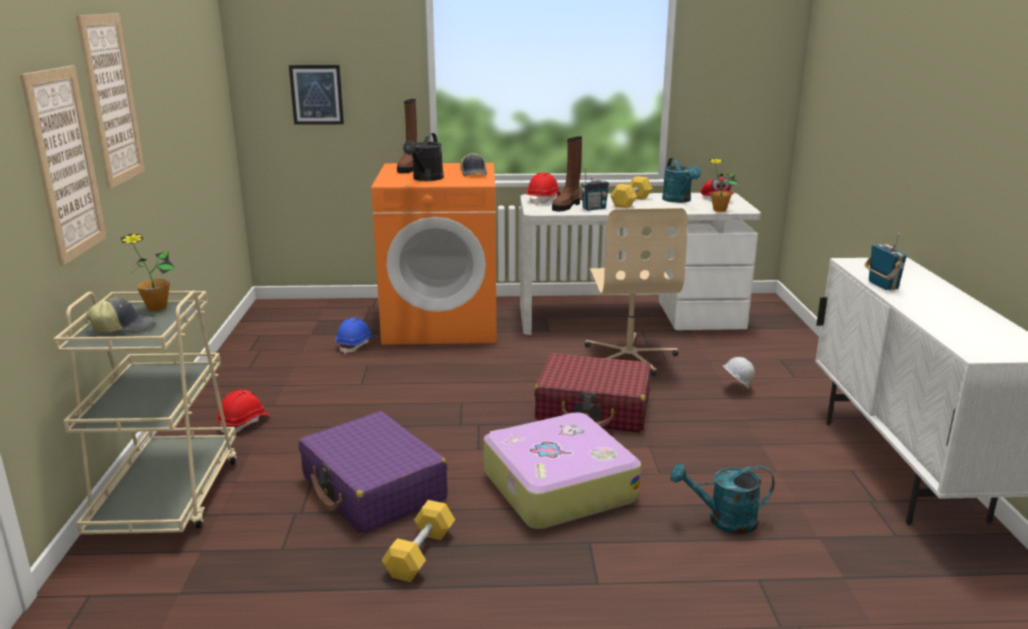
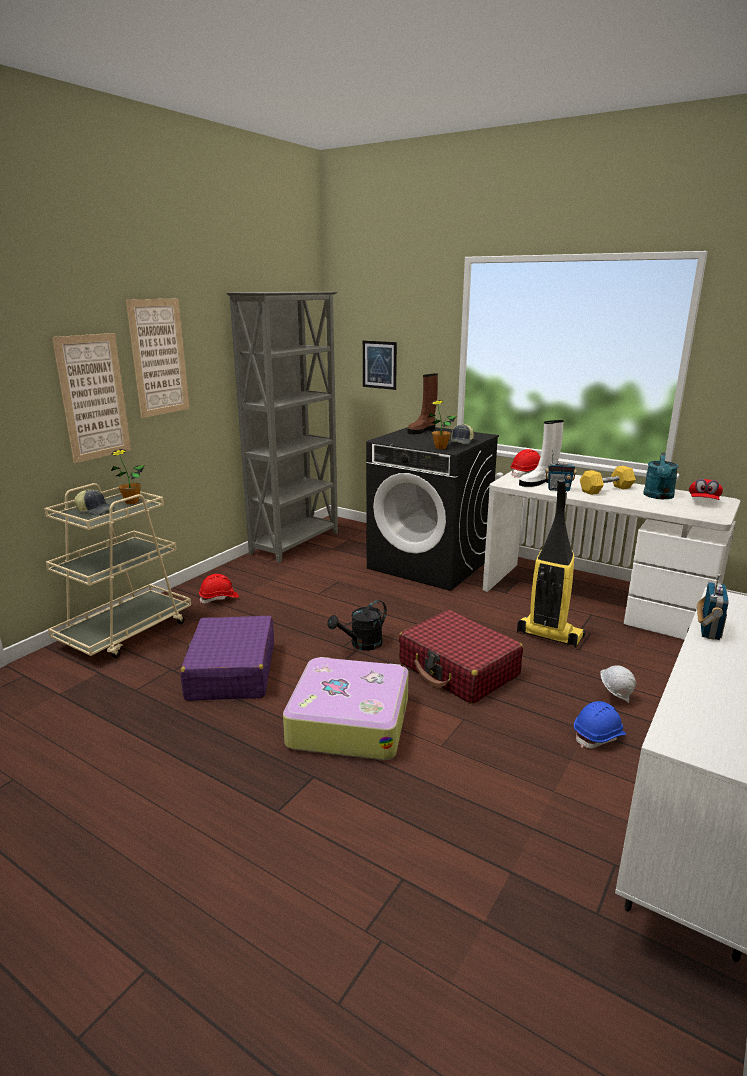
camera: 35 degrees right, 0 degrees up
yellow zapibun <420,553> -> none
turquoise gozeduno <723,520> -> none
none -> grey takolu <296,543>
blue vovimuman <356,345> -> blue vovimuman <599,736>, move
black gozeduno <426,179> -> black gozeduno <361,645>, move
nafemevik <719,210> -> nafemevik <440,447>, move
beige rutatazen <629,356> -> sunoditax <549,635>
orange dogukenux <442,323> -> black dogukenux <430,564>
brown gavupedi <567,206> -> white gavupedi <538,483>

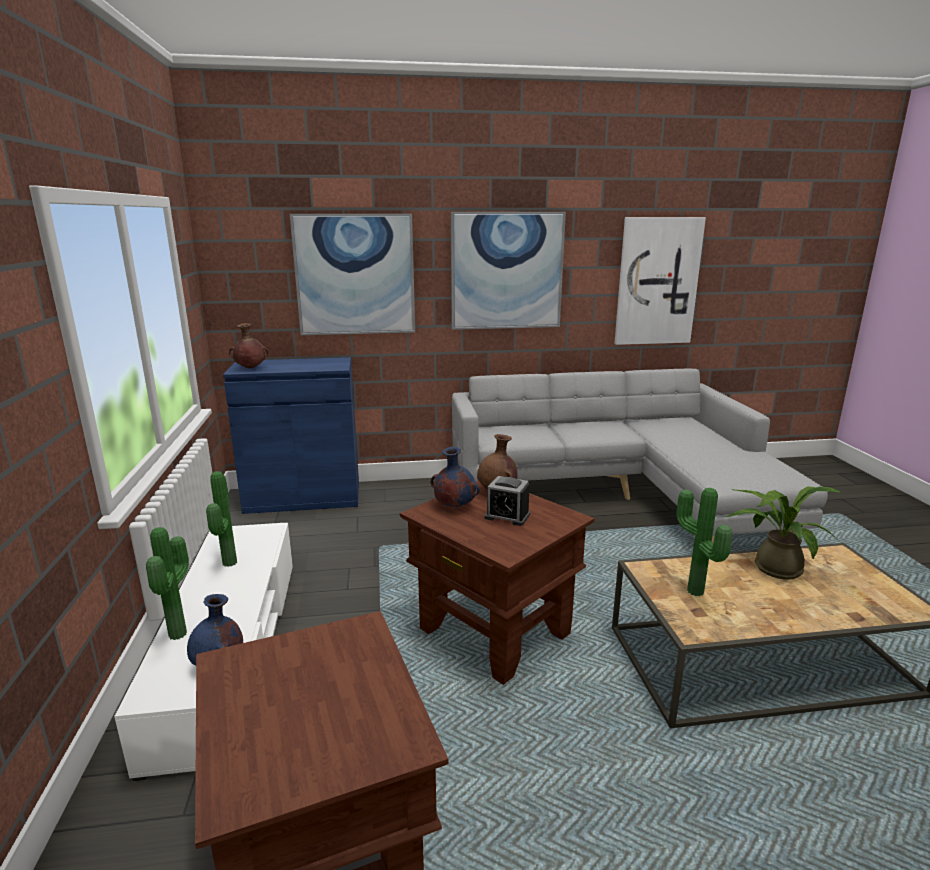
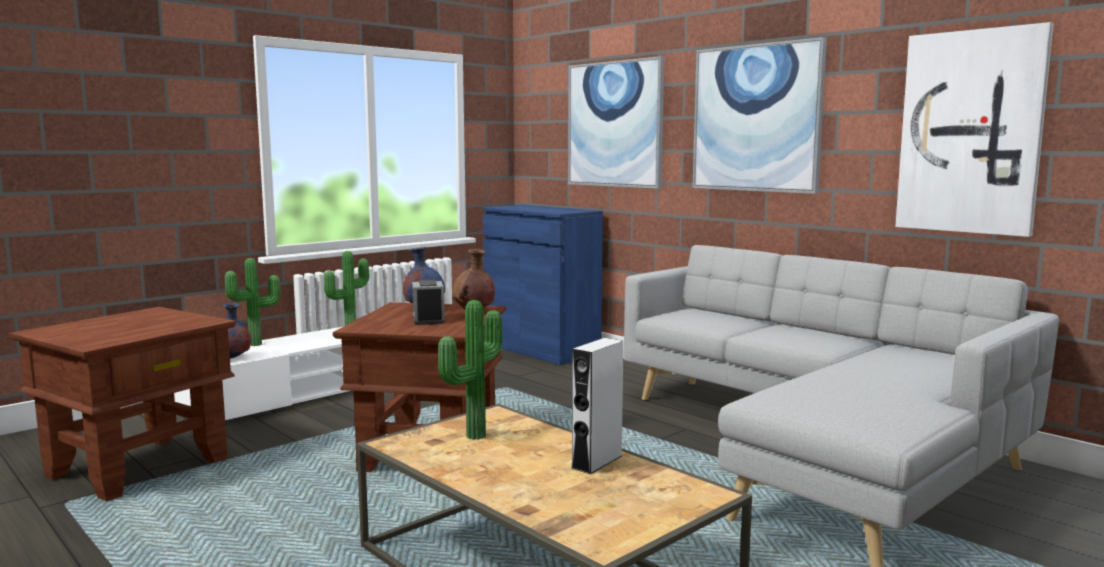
camera: 55 degrees right, 10 degrees down
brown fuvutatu <250,368> -> none
nafemevik <773,566> -> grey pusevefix <597,462>

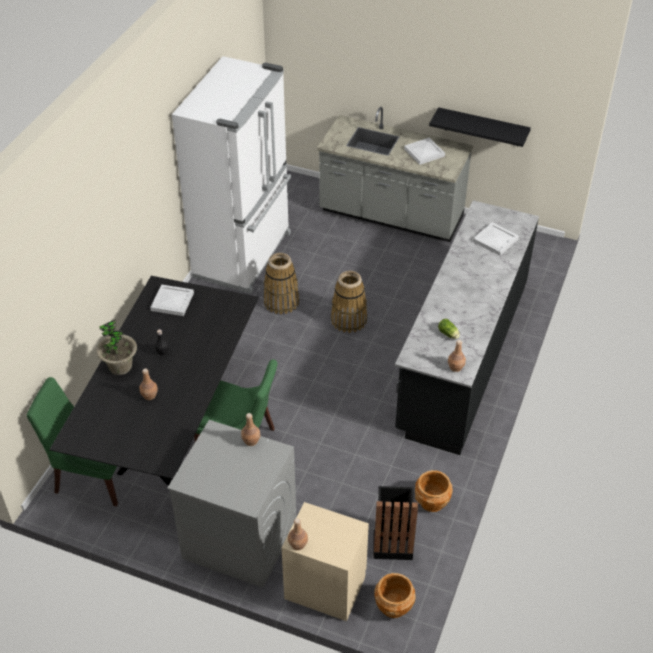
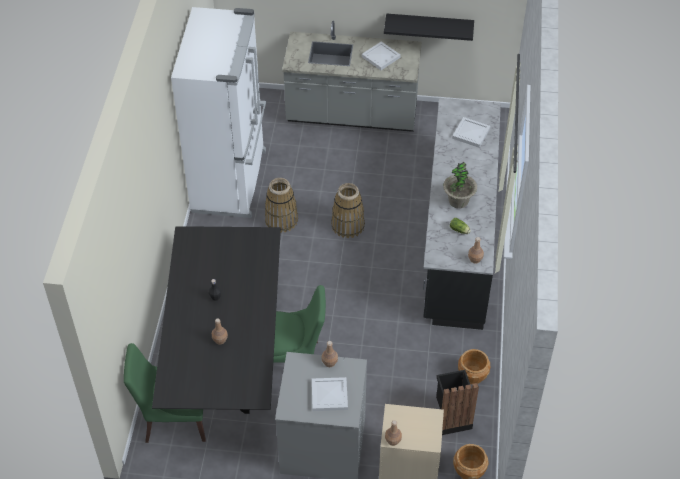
camera: 15 degrees left, 5 degrees up
nafemevik <120,366> -> nafemevik <458,201>, move
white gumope <173,302> -> white gumope <330,395>, move

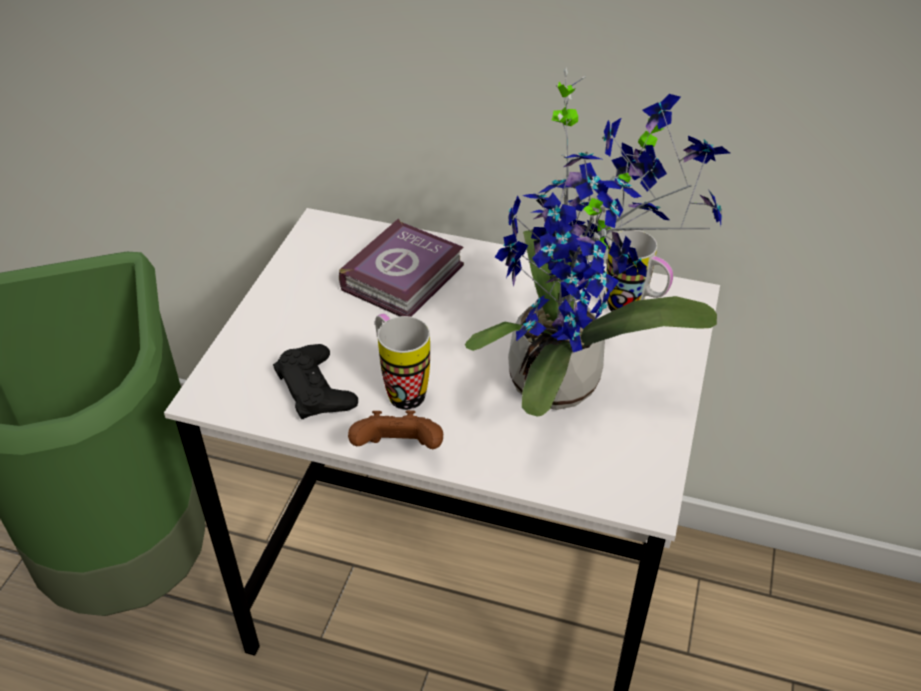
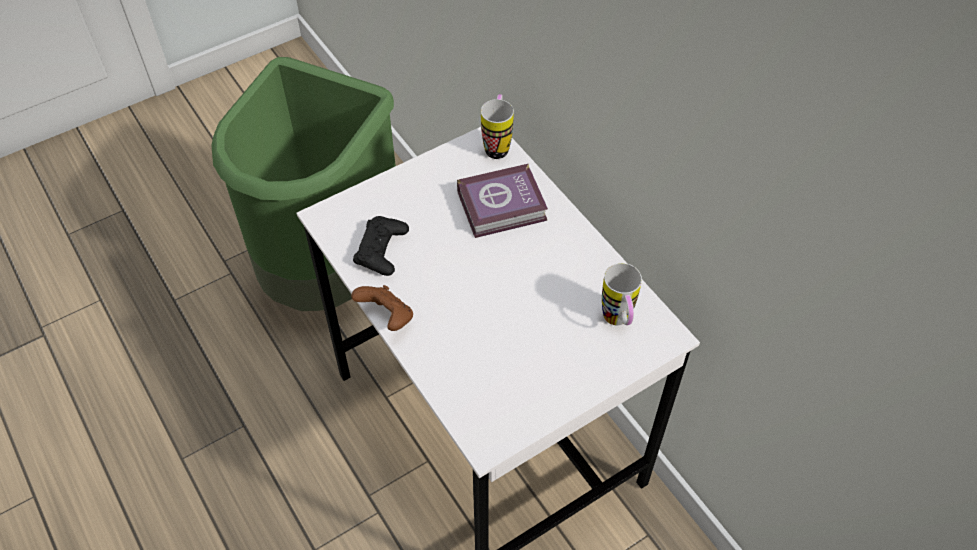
camera: 40 degrees right, 10 degrees up
nafemevik <566,379> -> none
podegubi <400,389> -> podegubi <497,145>, move

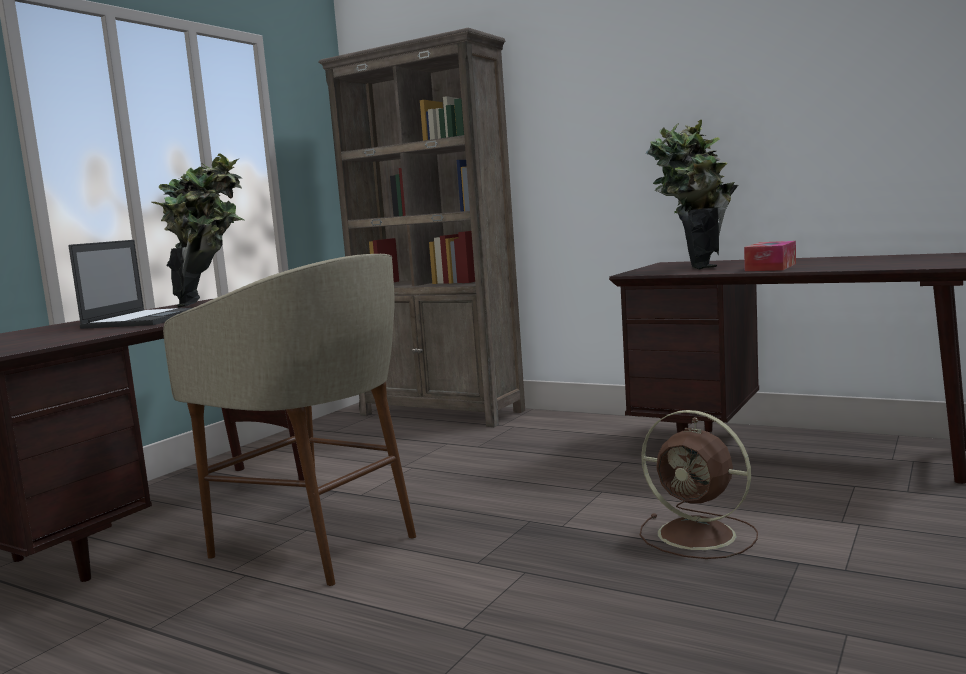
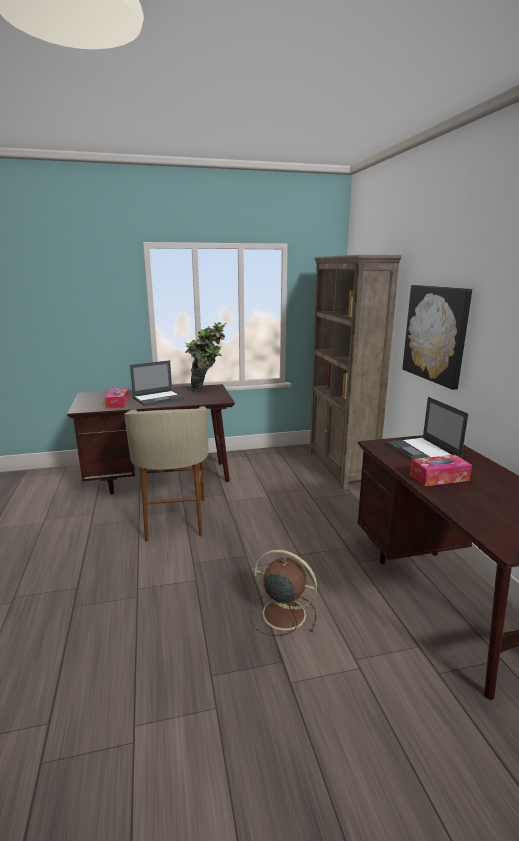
camera: 45 degrees right, 10 degrees up
none -> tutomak <118,403>
none -> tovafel <436,334>
nafemevik <695,267> -> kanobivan <423,452>
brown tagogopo <700,535> -> brown tagogopo <282,613>, 120 degrees clockwise

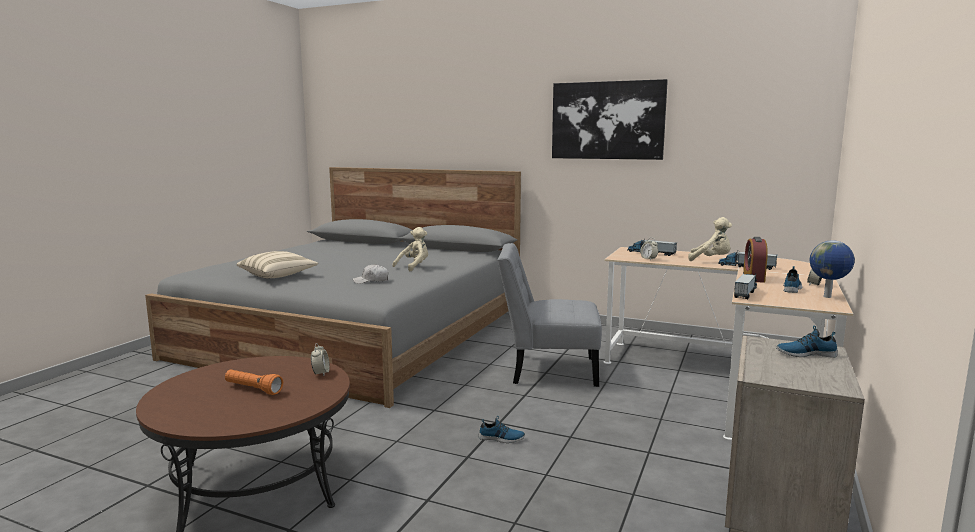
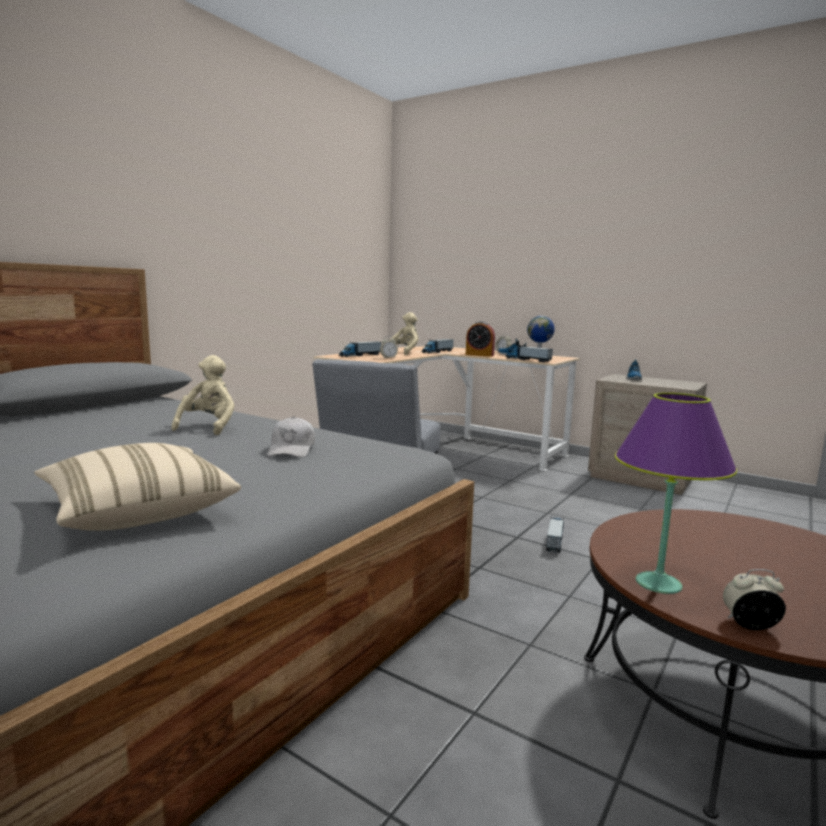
camera: 80 degrees left, 0 degrees up
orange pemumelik <253,389> -> none
tovafel <607,120> -> none
none -> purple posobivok <659,583>
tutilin <320,373> -> tutilin <750,625>, move
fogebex <501,438> -> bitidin <555,540>
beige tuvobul <414,267> -> beige tuvobul <208,427>, 45 degrees clockwise

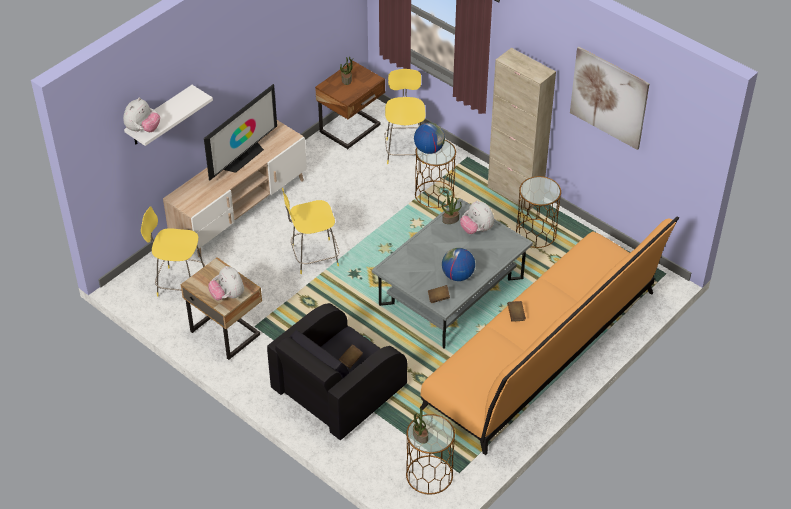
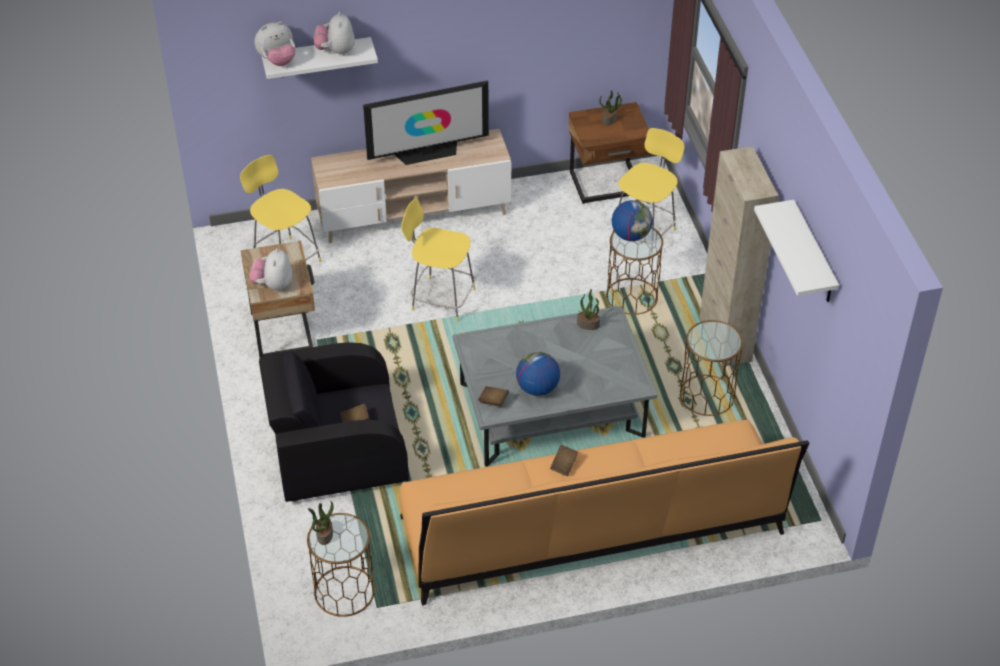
camera: 35 degrees right, 0 degrees up
tuvobul <476,229> -> tuvobul <336,51>, move
tovafel <609,97> -> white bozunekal <813,254>

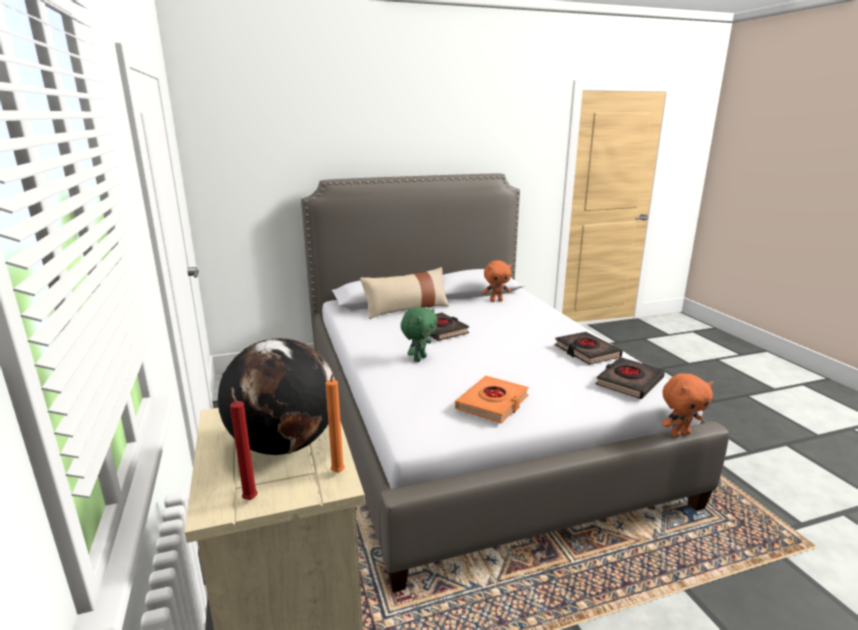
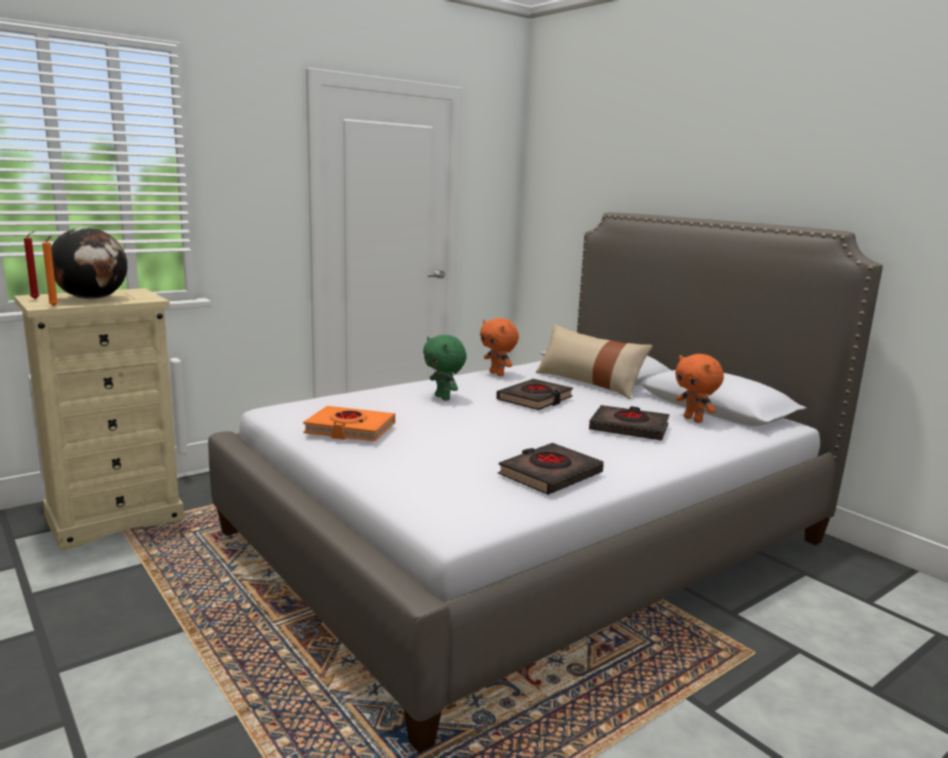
camera: 70 degrees right, 5 degrees down
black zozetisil <629,382> -> black zozetisil <629,428>, move
orange tuvobul <679,433> -> orange tuvobul <497,374>, move
green tuvobul <419,358> -> green tuvobul <443,398>, 45 degrees clockwise

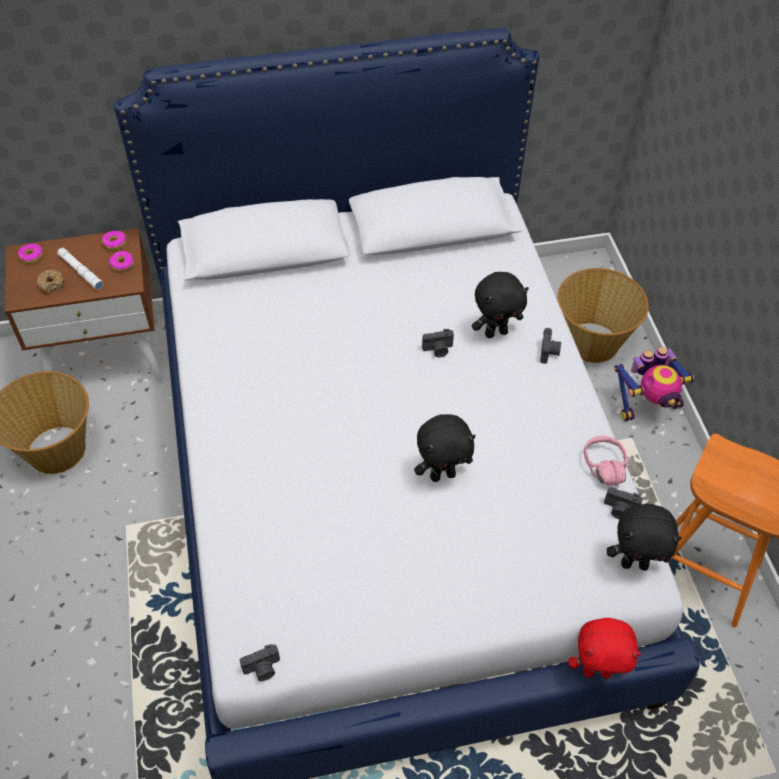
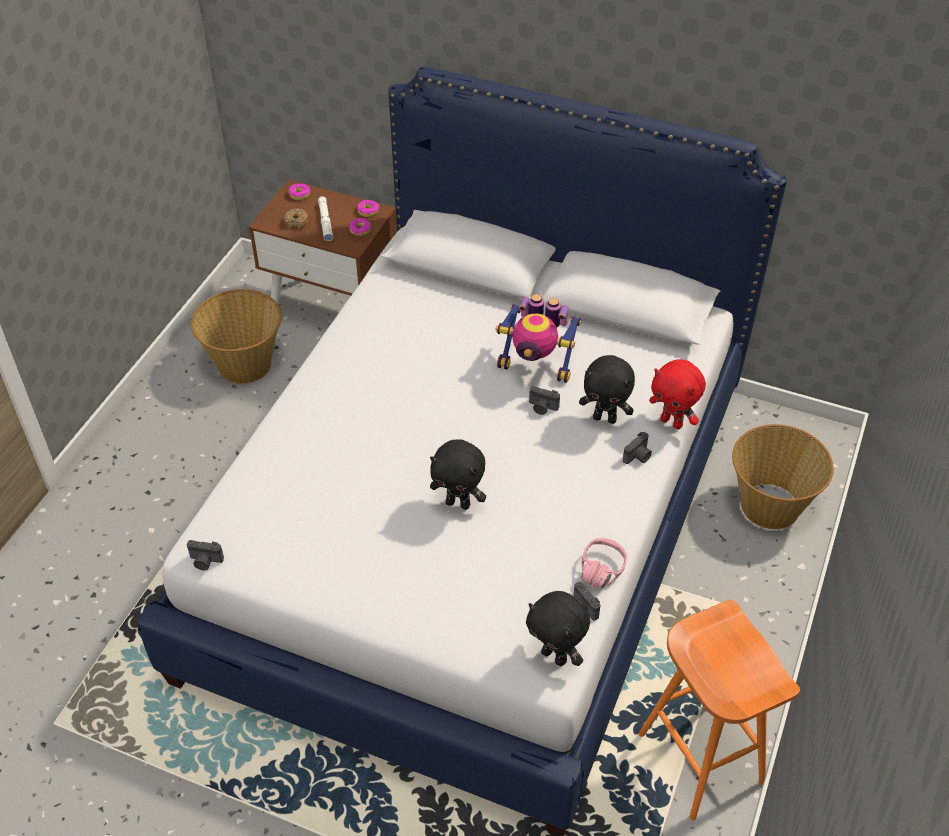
camera: 35 degrees right, 5 degrees down
red tuvobul <597,671> -> red tuvobul <672,422>, move
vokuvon <647,404> -> vokuvon <536,366>, move

